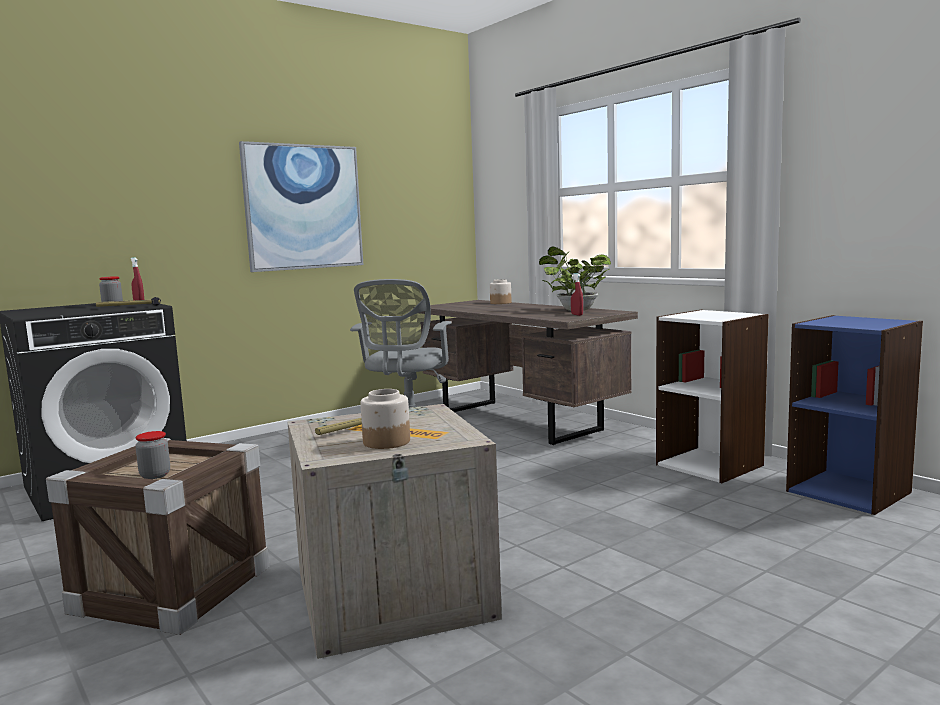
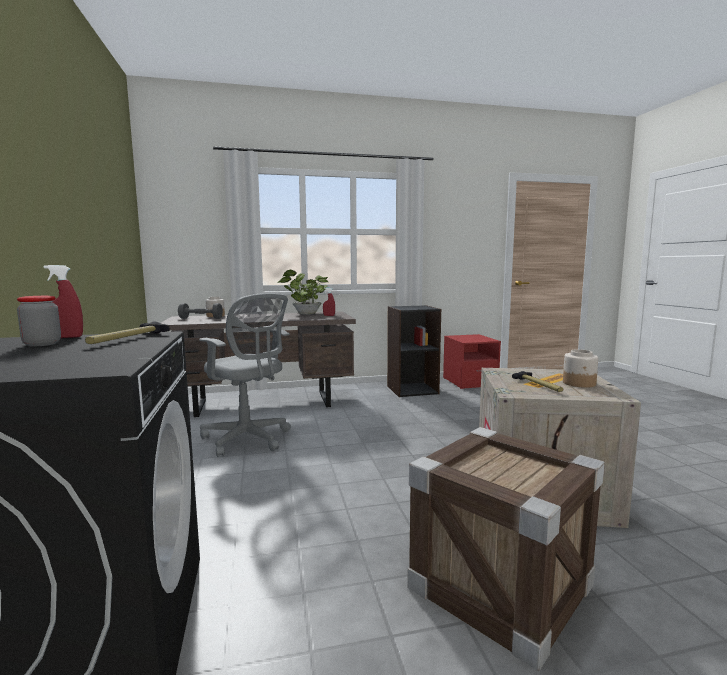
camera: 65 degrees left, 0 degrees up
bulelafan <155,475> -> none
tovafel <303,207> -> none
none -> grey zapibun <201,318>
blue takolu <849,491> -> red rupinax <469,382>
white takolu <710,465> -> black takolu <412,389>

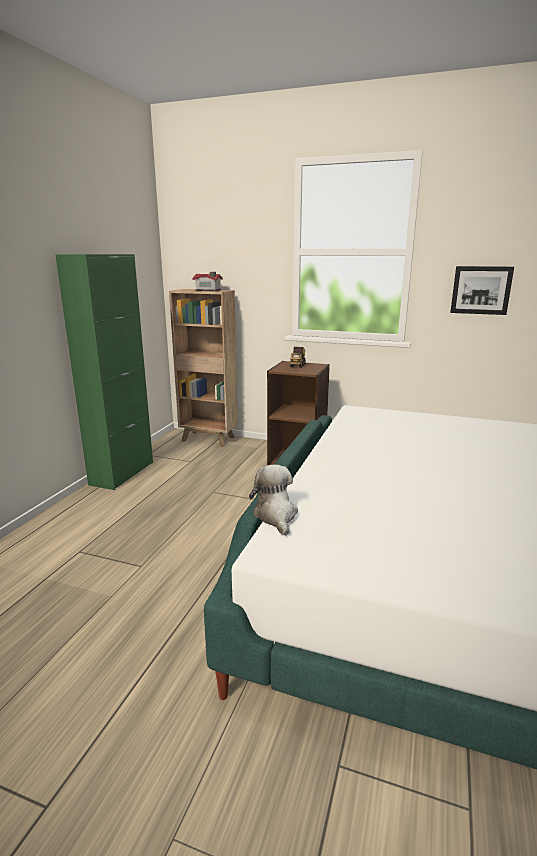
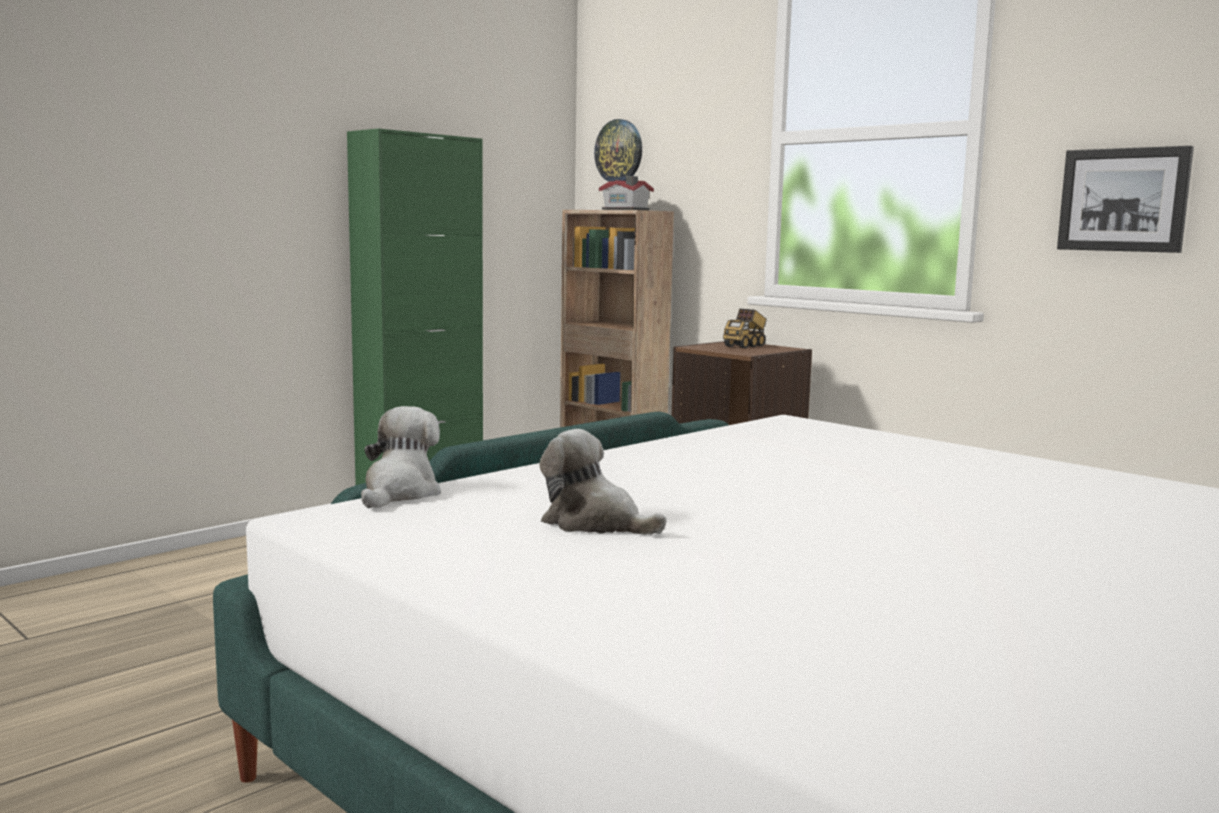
camera: 25 degrees right, 10 degrees down
none -> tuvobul <595,523>
none -> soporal <619,151>

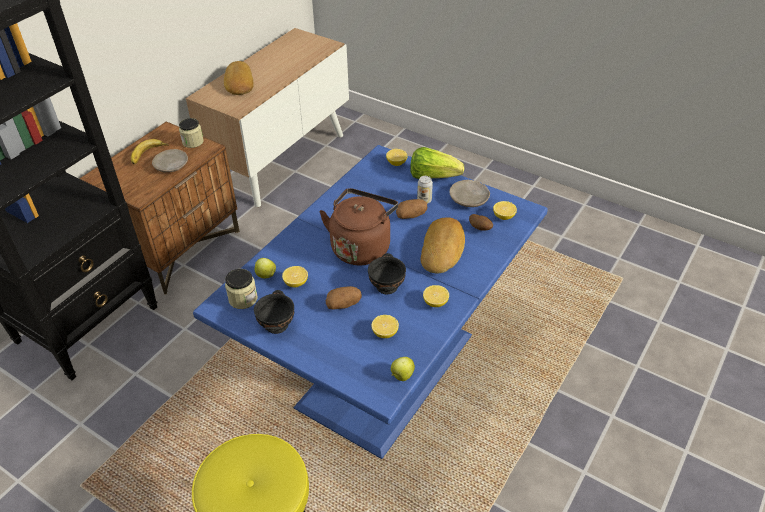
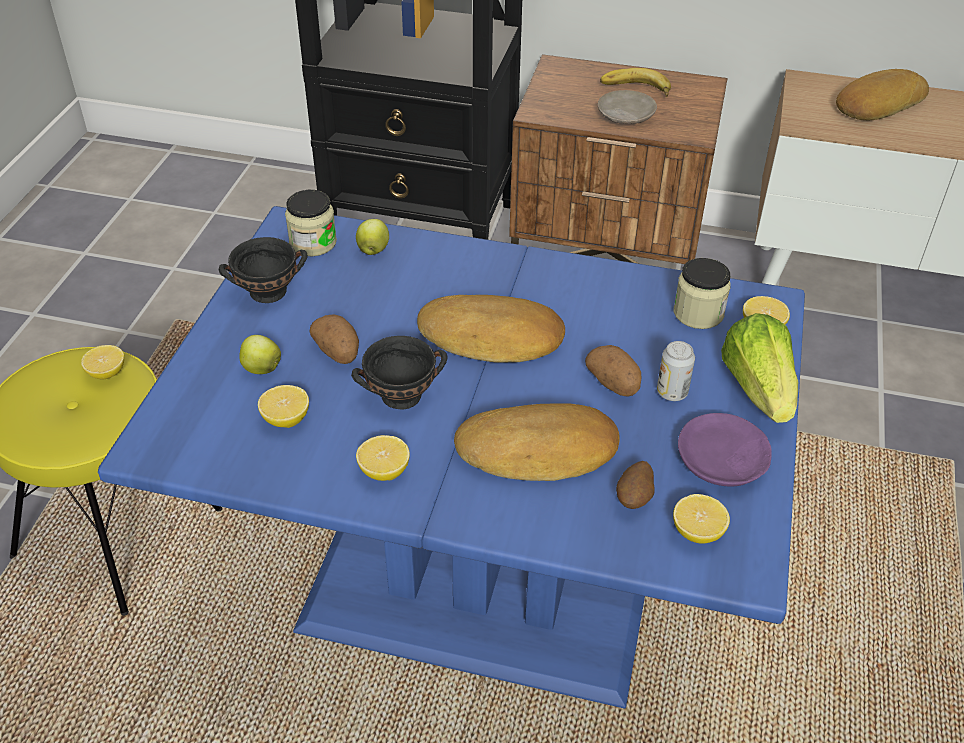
camera: 70 degrees right, 0 degrees up
bulelafan <193,142> -> bulelafan <698,313>, move
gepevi <296,283> -> gepevi <107,373>, move
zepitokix <402,376> -> zepitokix <261,368>, move
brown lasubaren <361,246> -> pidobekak <491,338>
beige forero <469,199> -> purple forero <721,461>

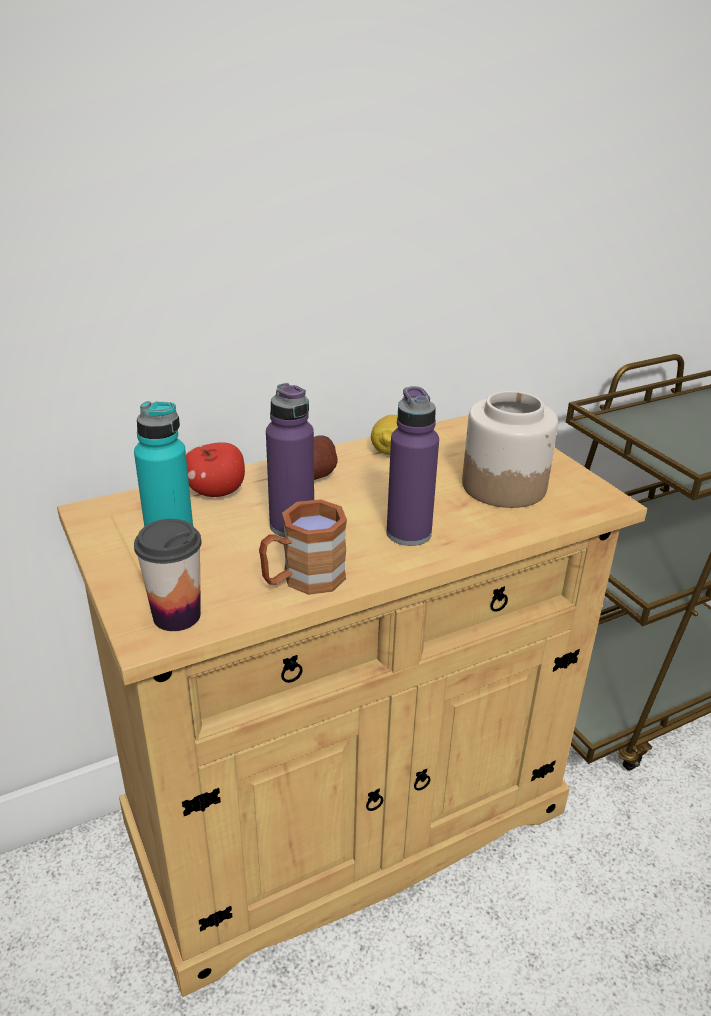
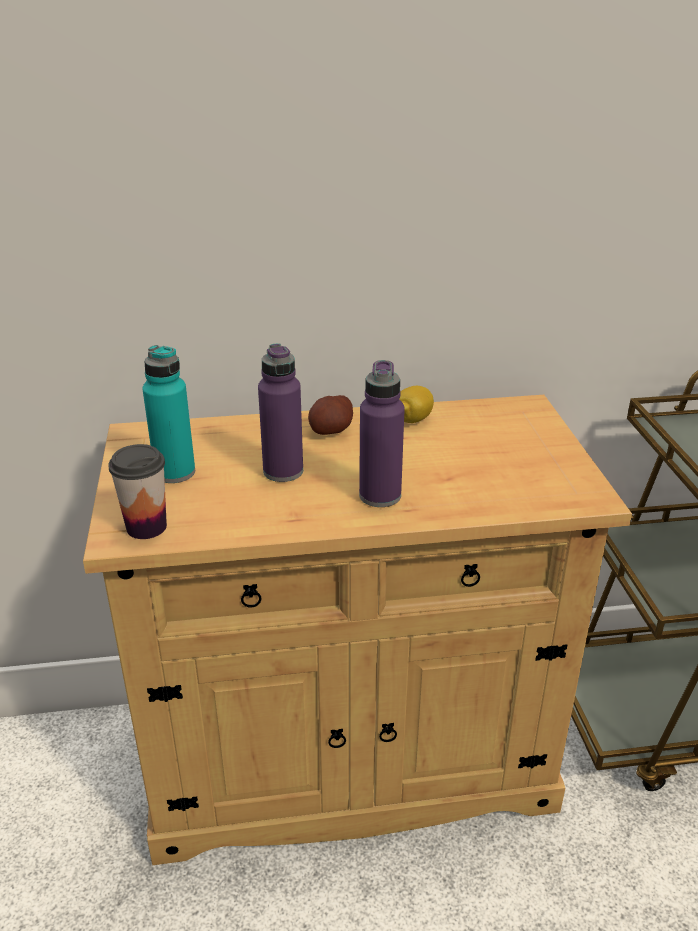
camera: 20 degrees right, 0 degrees up
zepitokix <216,492> -> none
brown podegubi <302,580> -> none
bulelafan <504,486> -> none

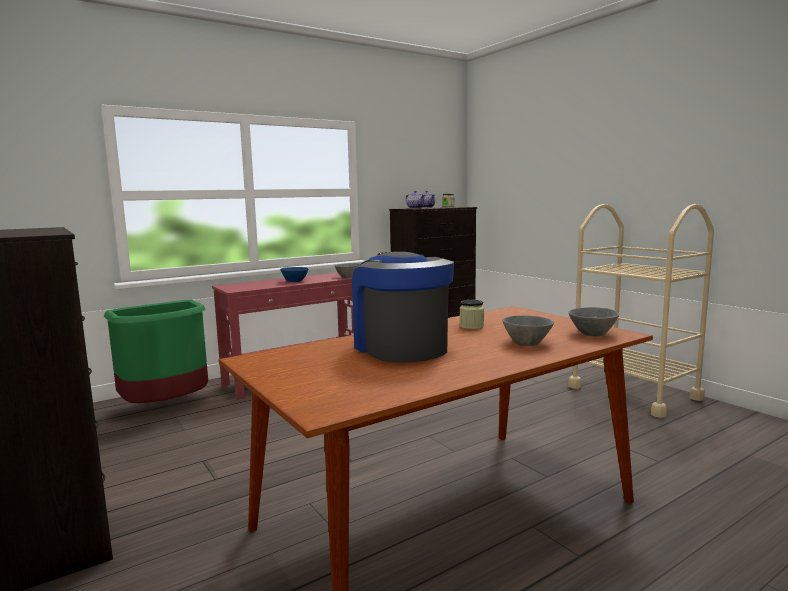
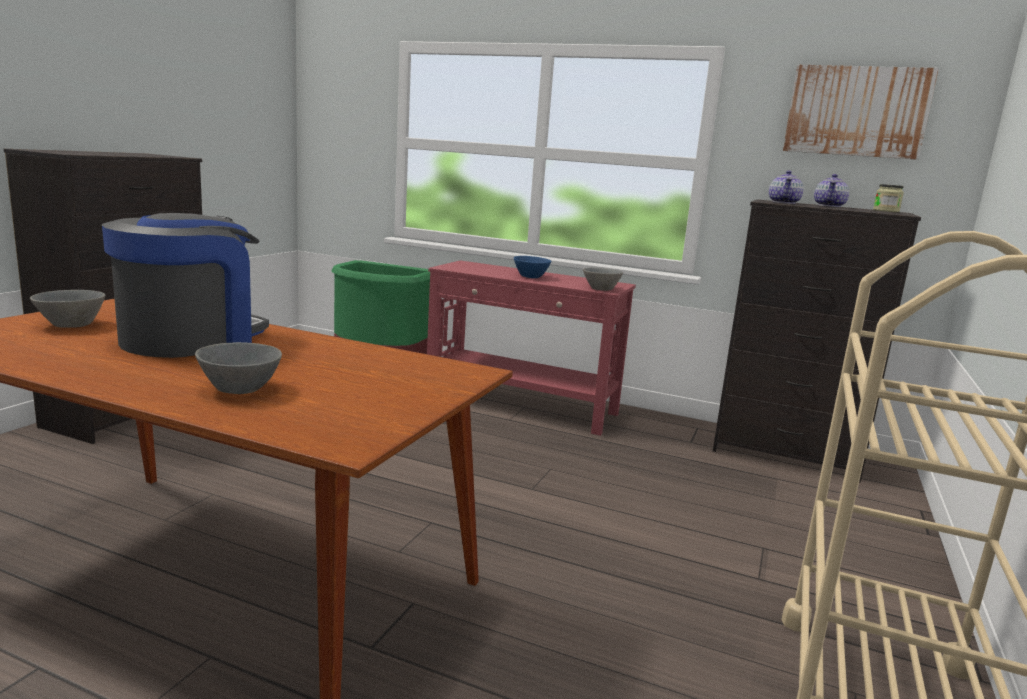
camera: 55 degrees right, 5 degrees up
bulelafan <471,326> -> none
none -> tovafel <856,111>
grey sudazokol <591,334> -> grey sudazokol <72,324>, move

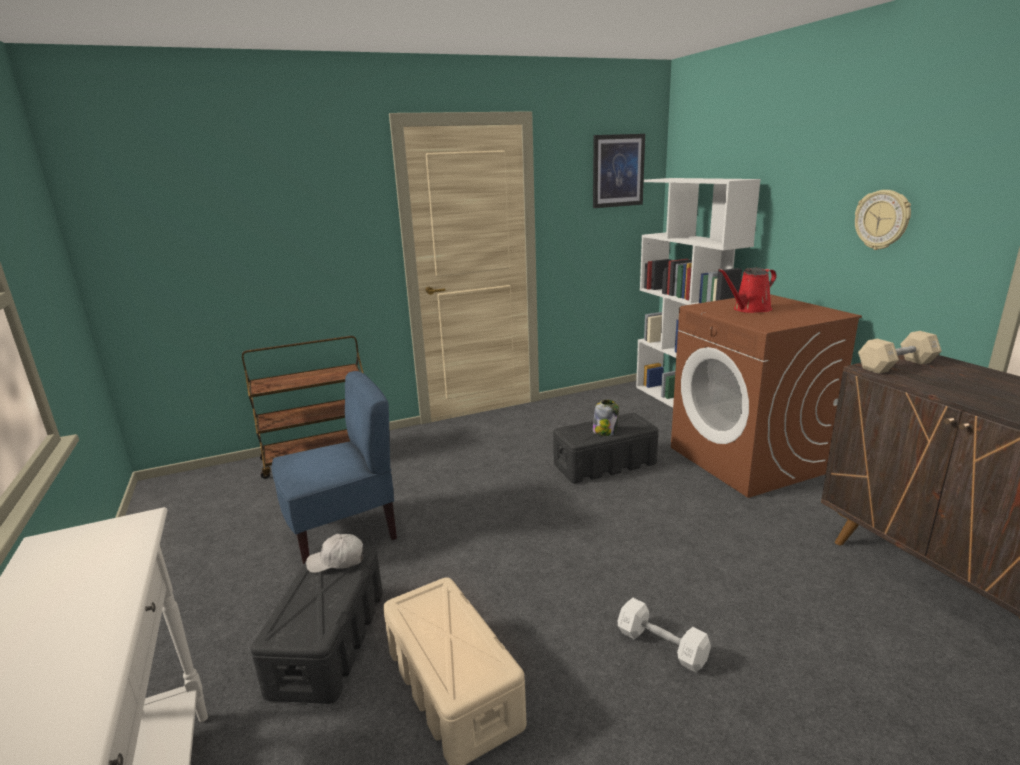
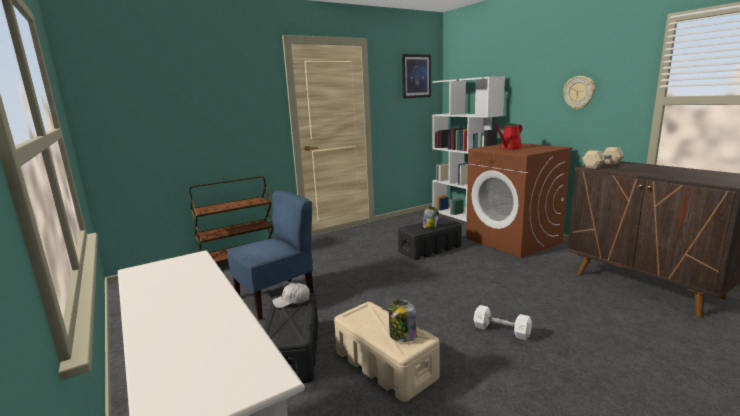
camera: 10 degrees left, 5 degrees down
none -> bulelafan <402,336>

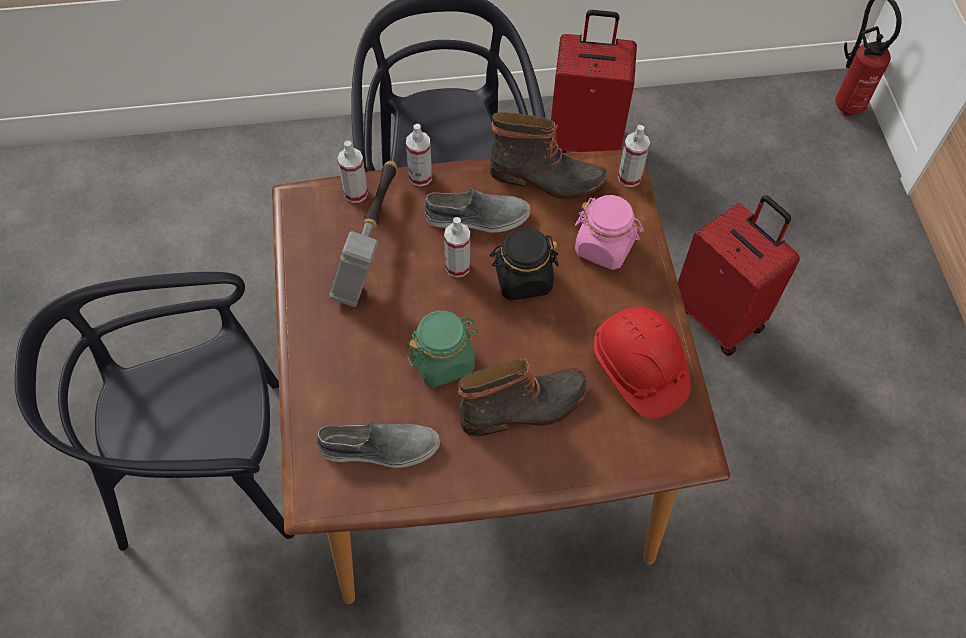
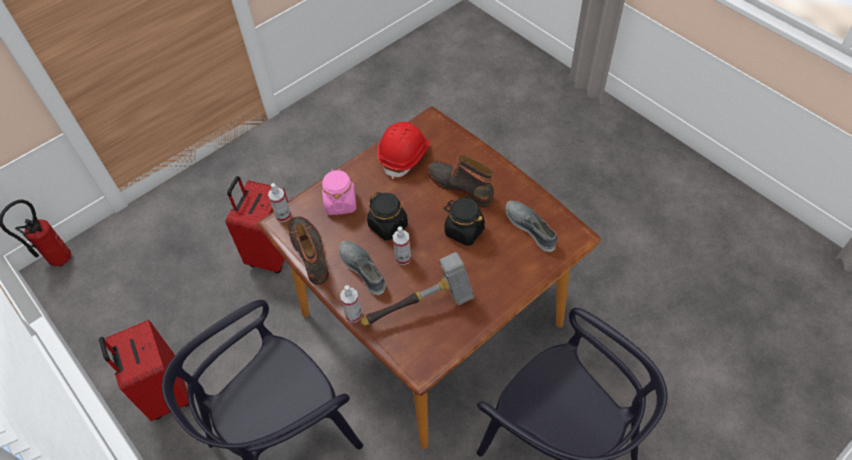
camera: 120 degrees left, 5 degrees down
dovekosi <355,193> -> none
green bulelafan <443,360> -> black bulelafan <464,231>

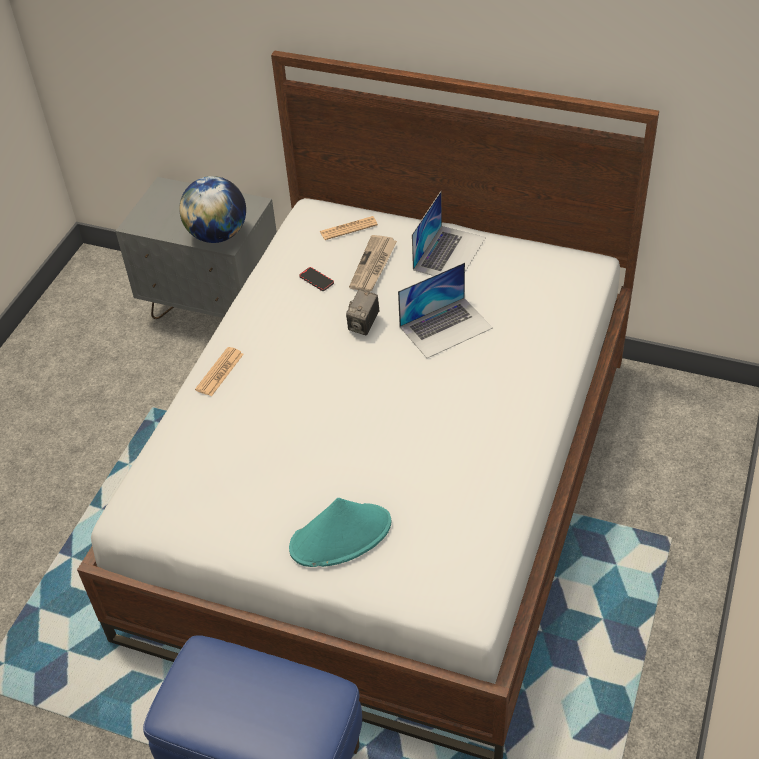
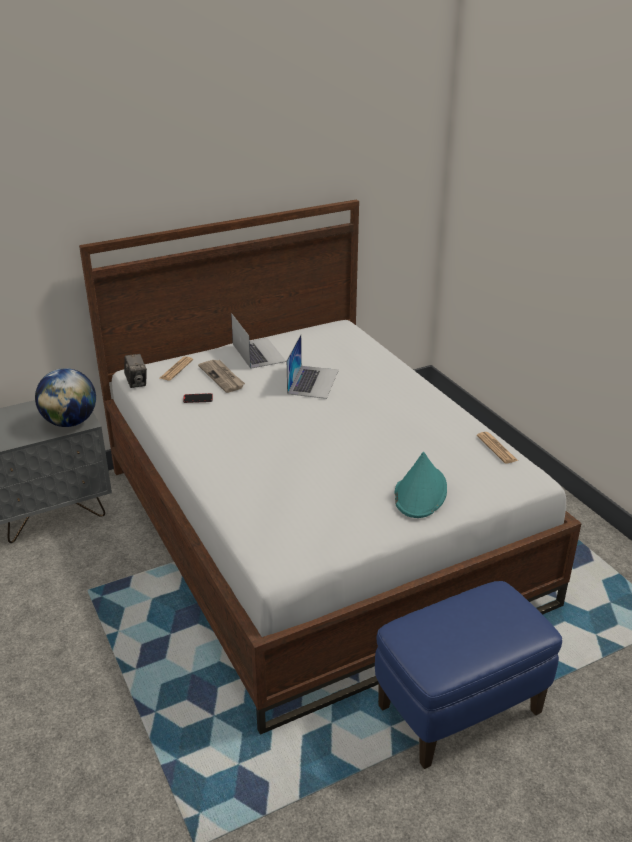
camera: 50 degrees left, 15 degrees down
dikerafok <220,372> -> dikerafok <496,448>, move
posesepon <364,325> -> posesepon <136,382>, move

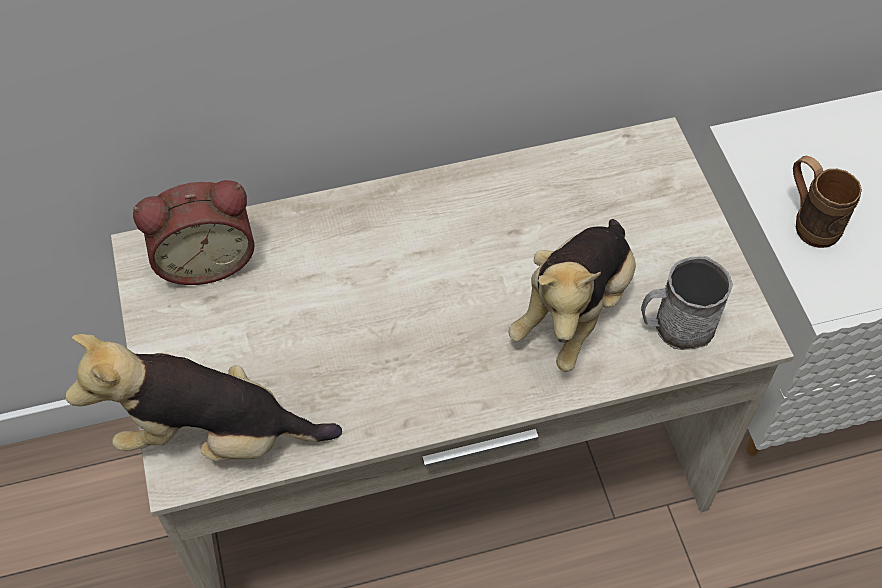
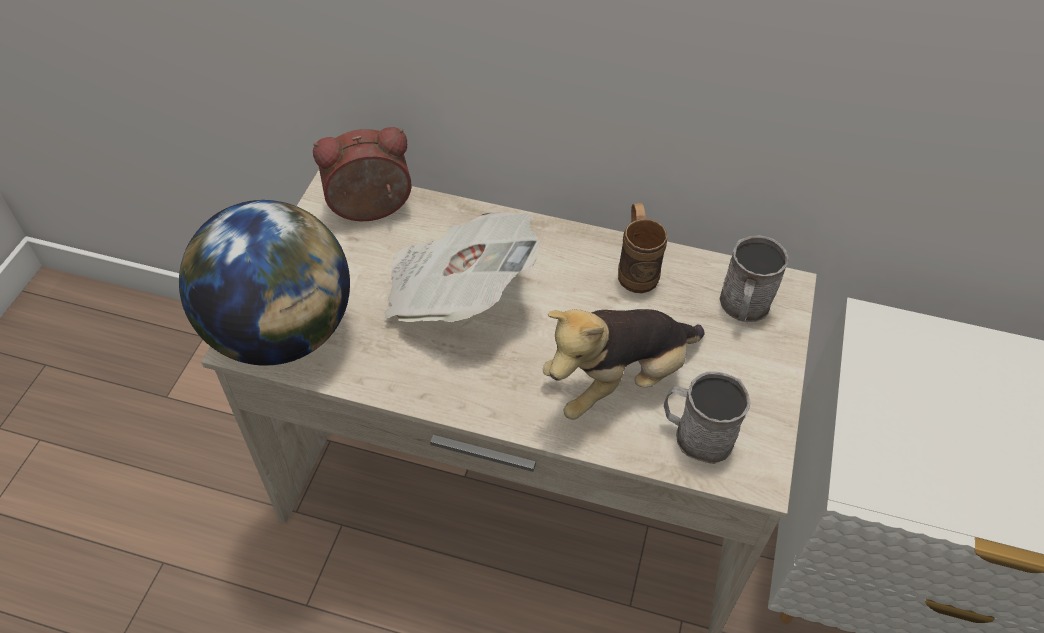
camera: 30 degrees right, 5 degrees down
none -> dikerafok <457,293>
none -> grey podegubi <743,307>
brown podegubi <808,222> -> brown podegubi <636,269>, move
tuvobul <214,436> -> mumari <282,333>
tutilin <205,258> -> tutilin <370,210>, 150 degrees clockwise

